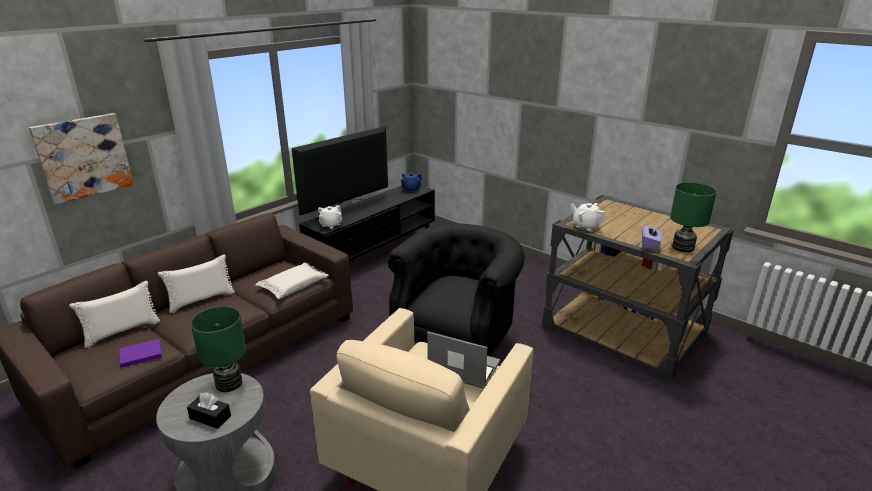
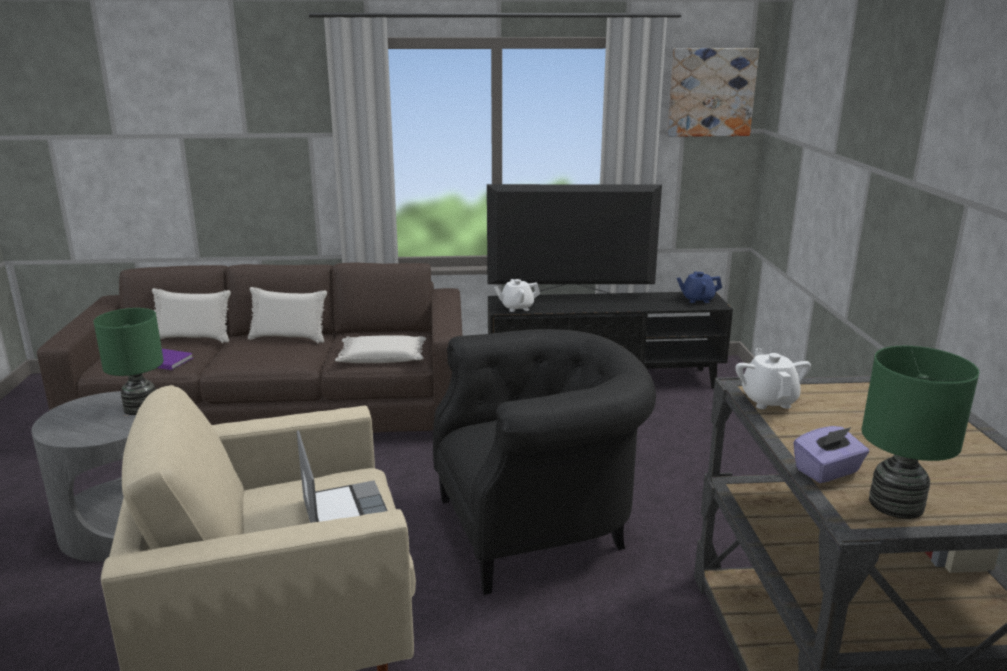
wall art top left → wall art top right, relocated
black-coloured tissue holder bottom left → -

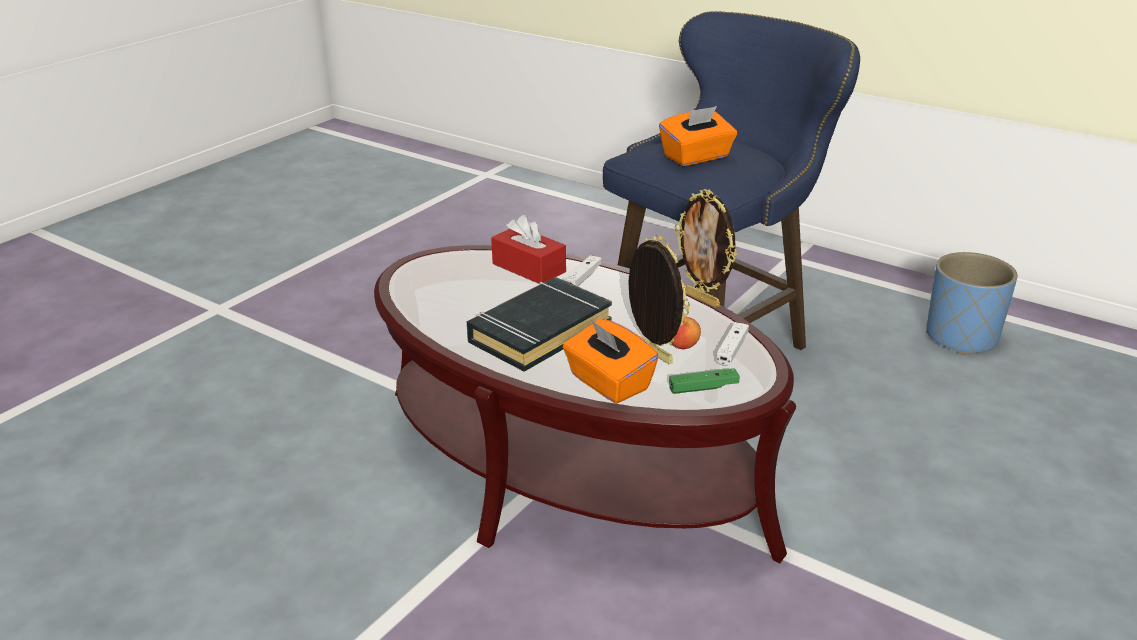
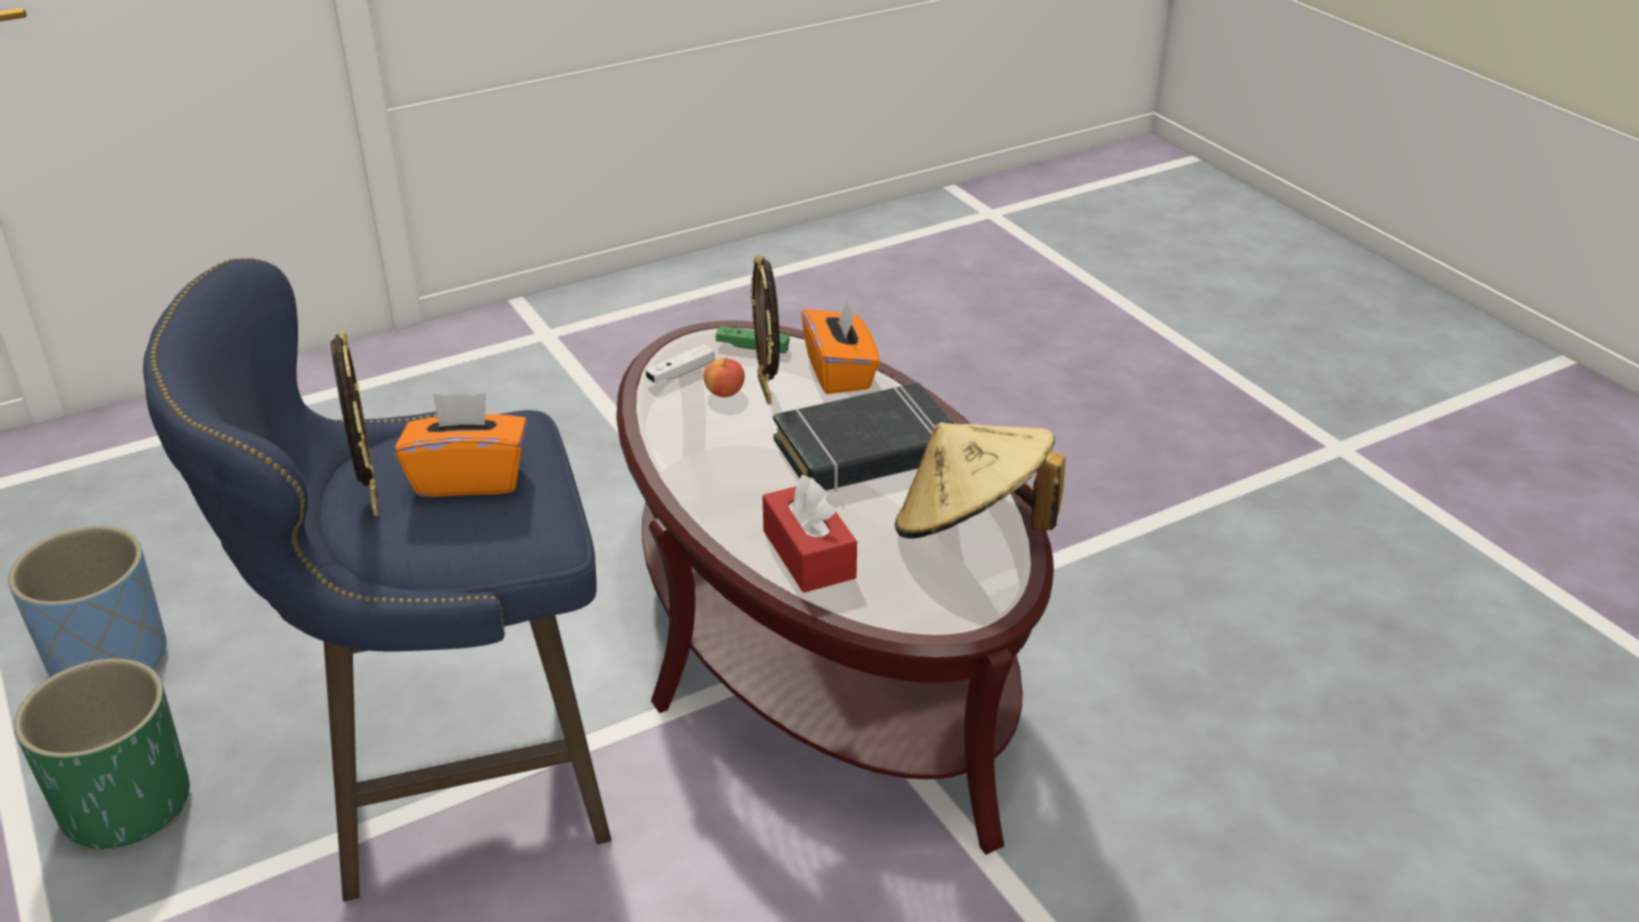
white game controller (no. 1 from left) centre → -
photo frame (no. 2 from left in the first image) centre → photo frame (no. 1 from left) middle left, relocated
- → greenish flower pot bottom left
- → beige clothing hat centre

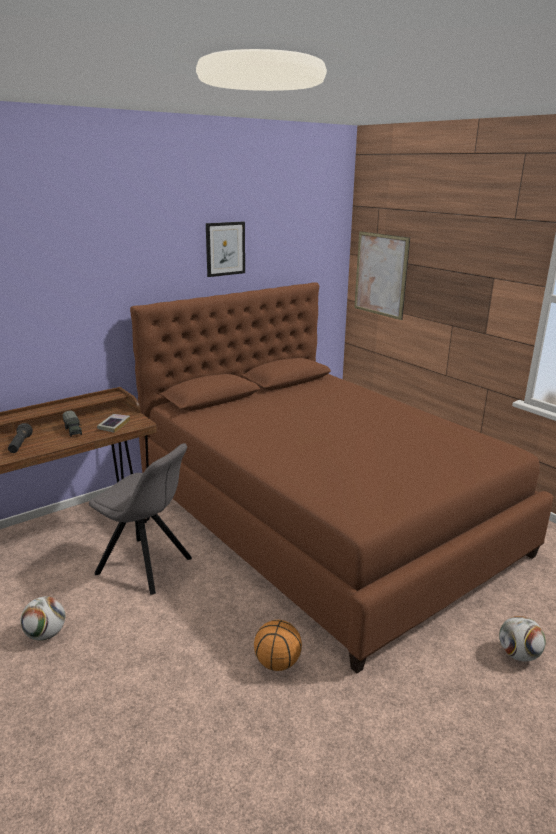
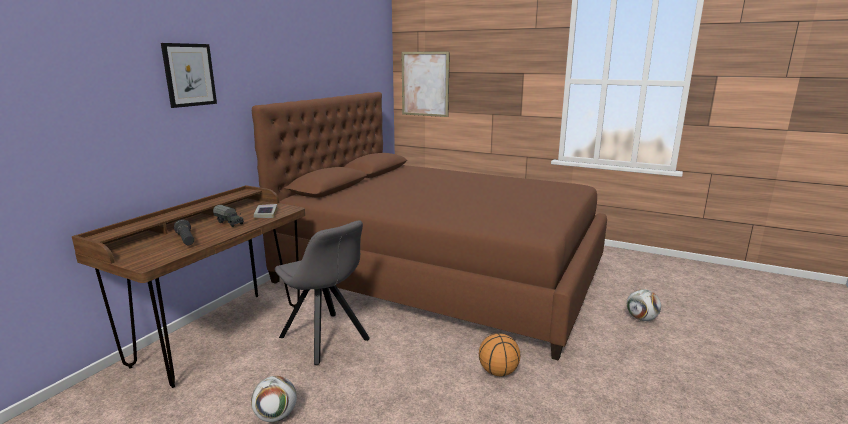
gray plain chair middle left → gray plain chair bottom centre, 45 degrees clockwise
wall art (no. 1 from left) top centre → wall art (no. 1 from left) top left, relocated

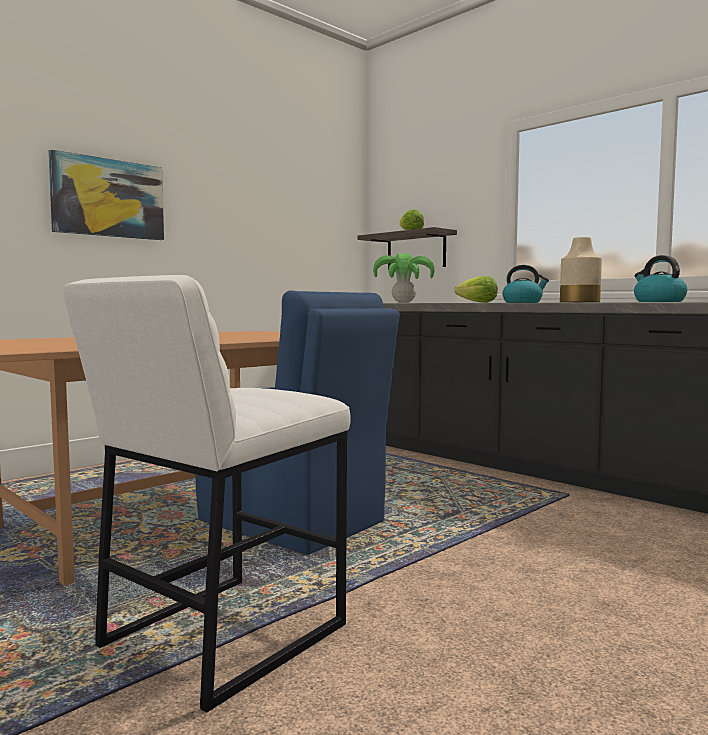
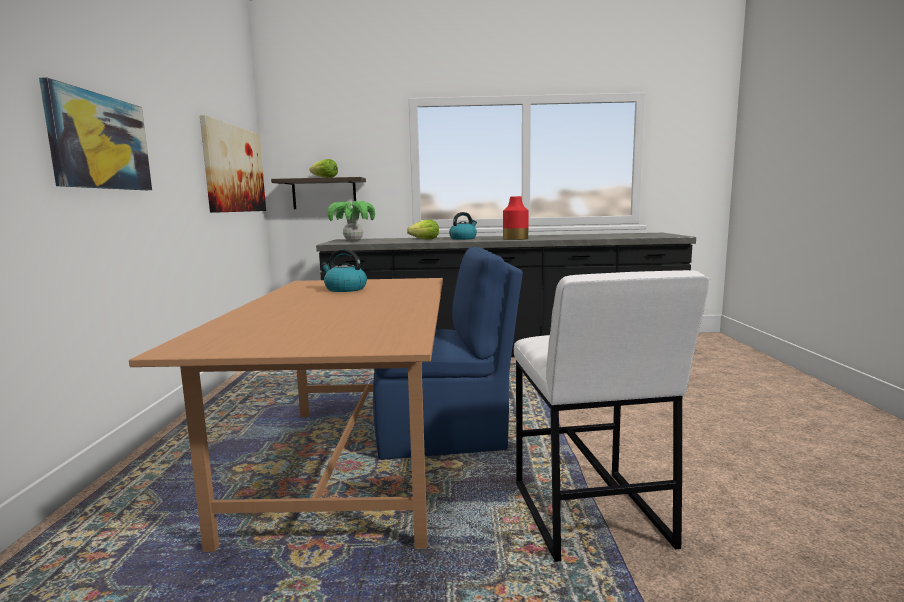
beige decorative vase middle right → reddish decorative vase centre
water kettle (no. 2 from left in the first image) middle right → water kettle (no. 1 from left) centre, relocated
- → wall art (no. 2 from left) top left

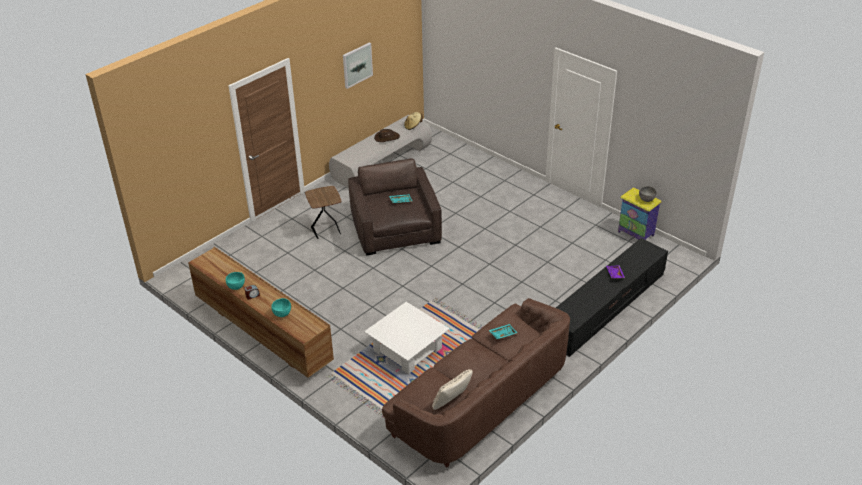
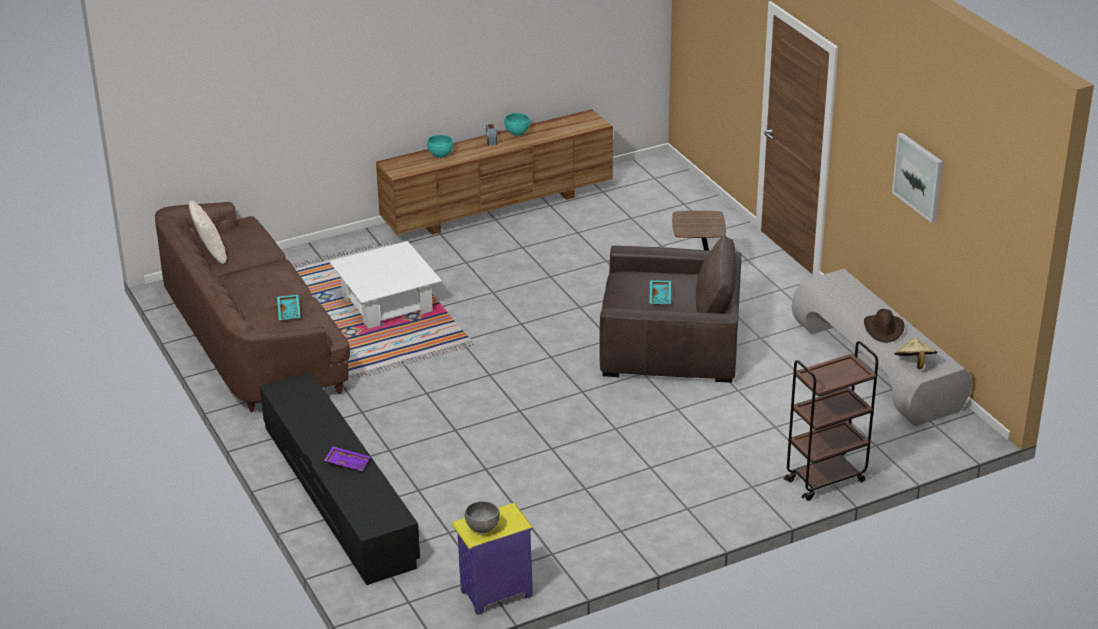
- → brown-coloured trolley bottom right

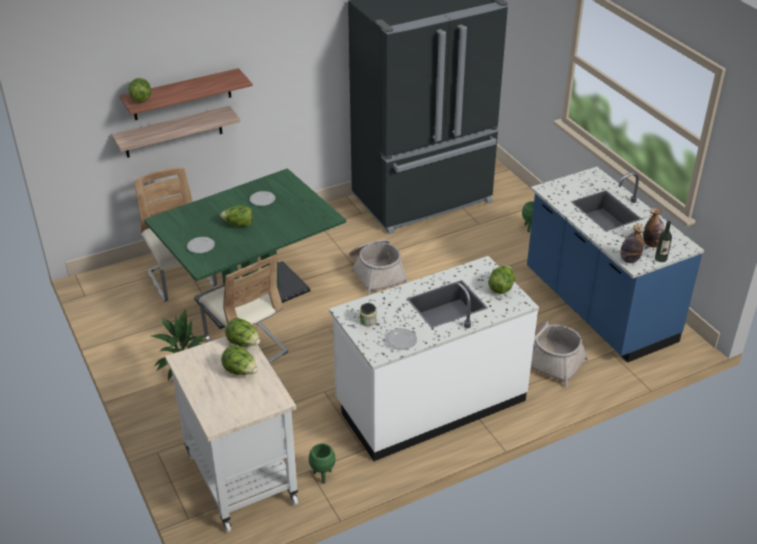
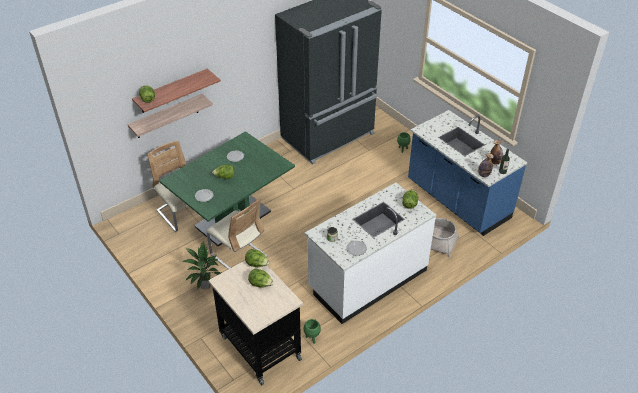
white trolley bottom left → black-coloured trolley bottom centre
household basket (no. 1 from left) centre → -

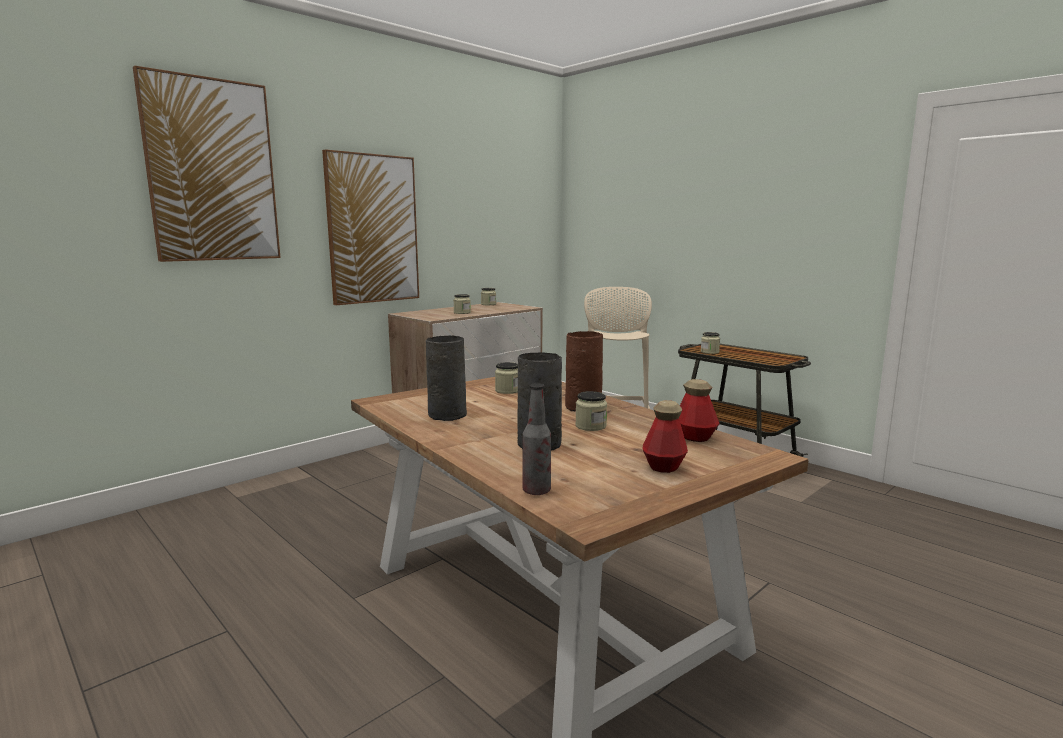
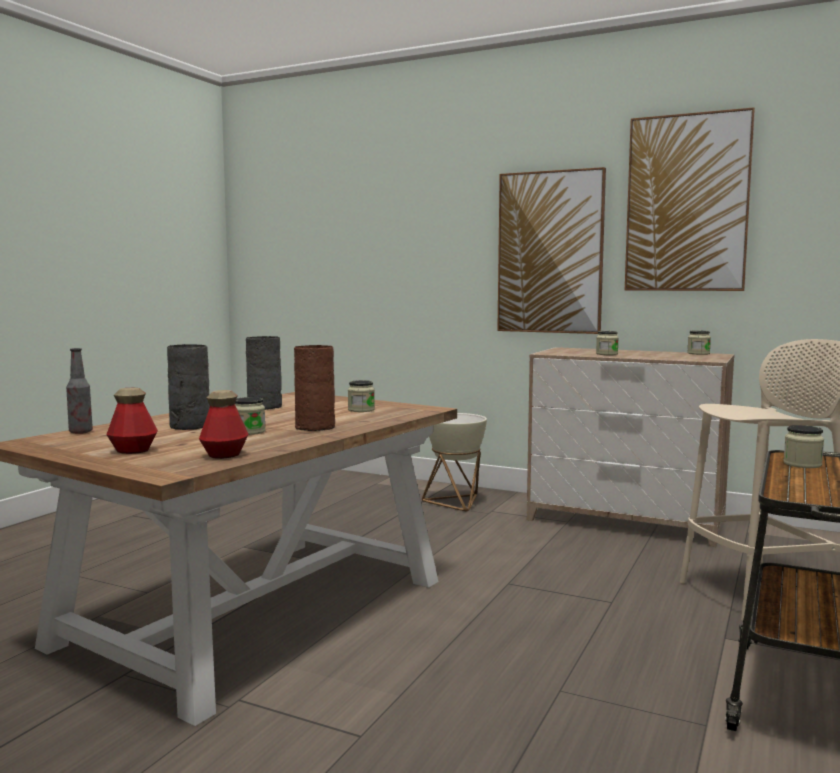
wall art (no. 1 from left in the first image) top left → wall art (no. 2 from left) top right, relocated
- → flower pot centre

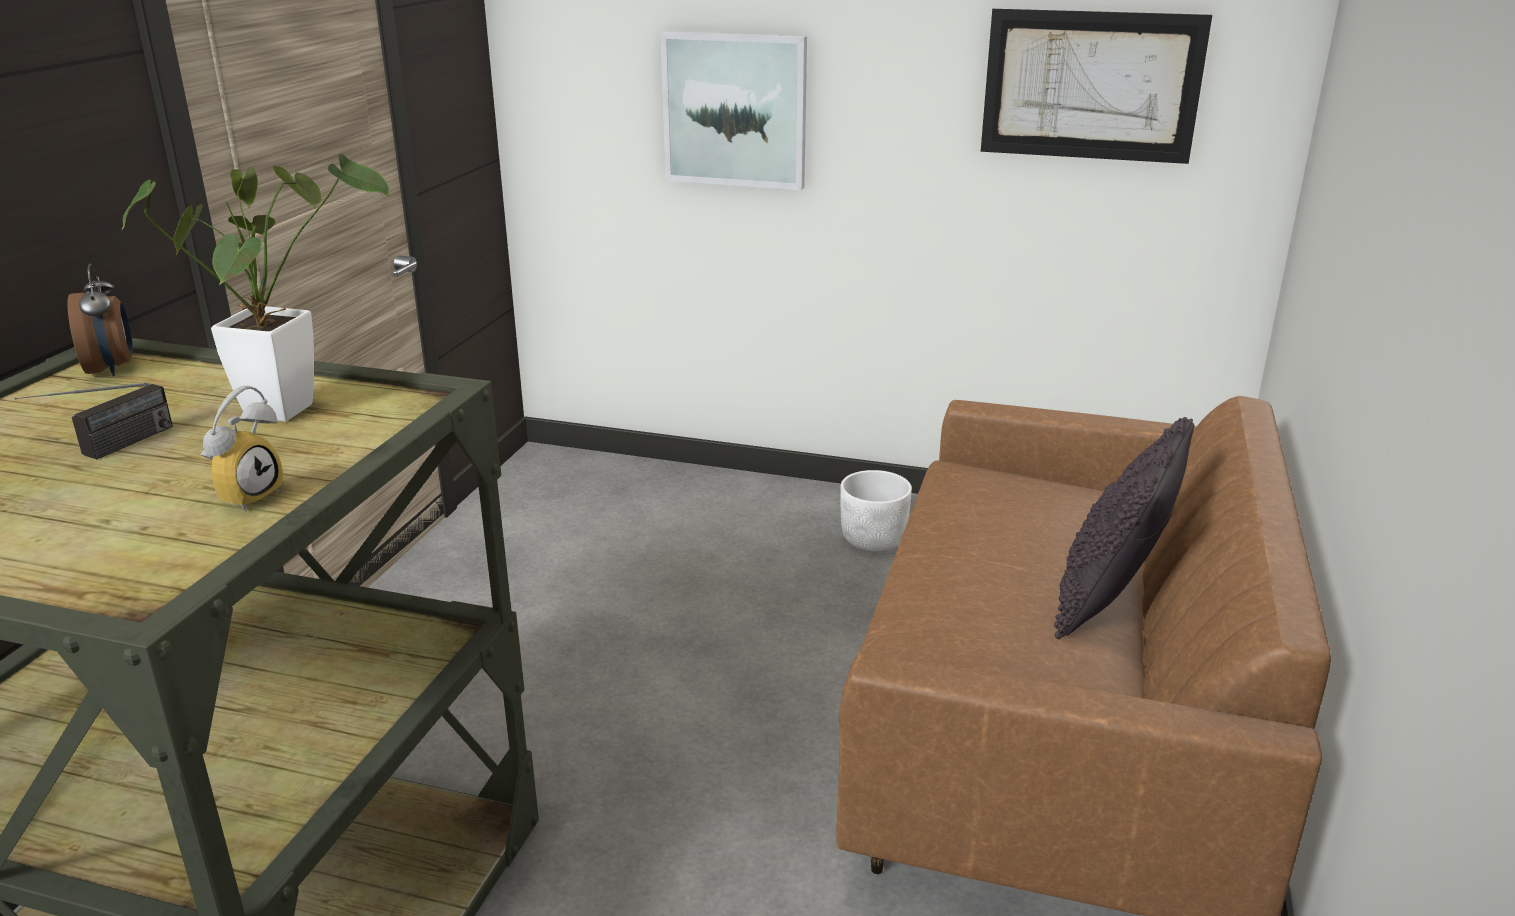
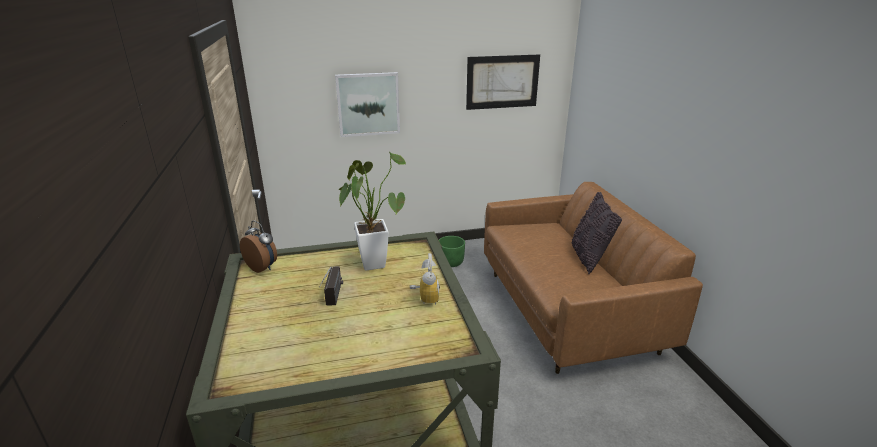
white flower pot centre → greenish flower pot centre

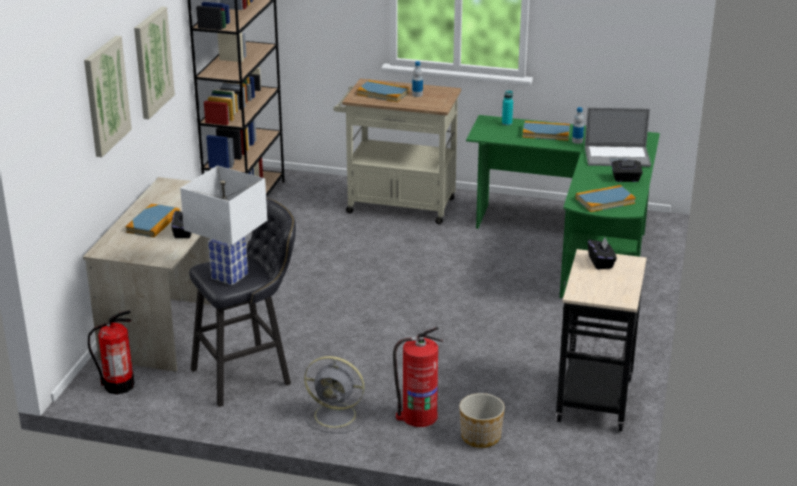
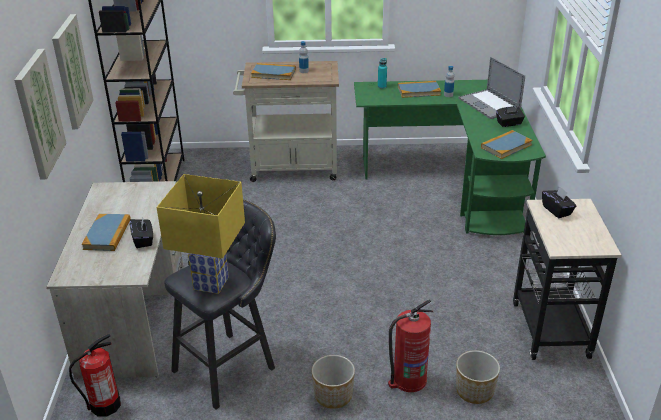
white lamp for a table middle left → yellowish lamp for a table middle left
gray electric fan bottom centre → flower pot (no. 1 from left) bottom centre
portable computer top right, 75 degrees clockwise

